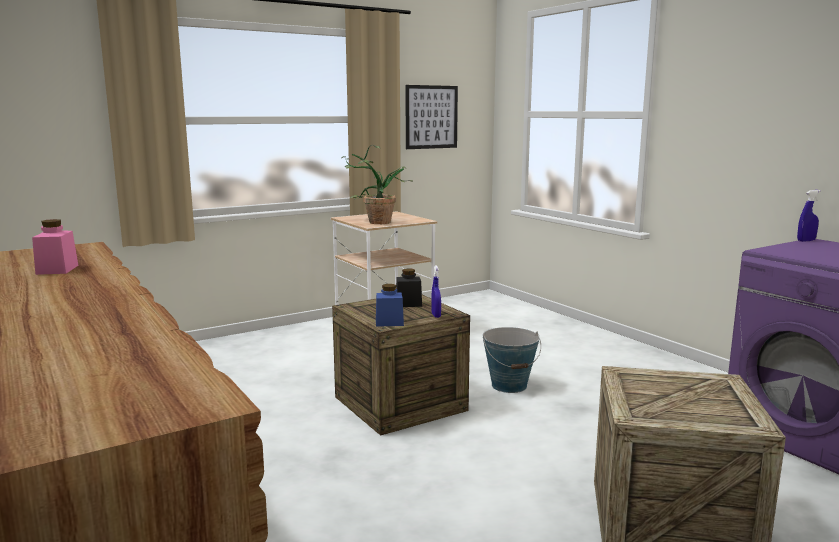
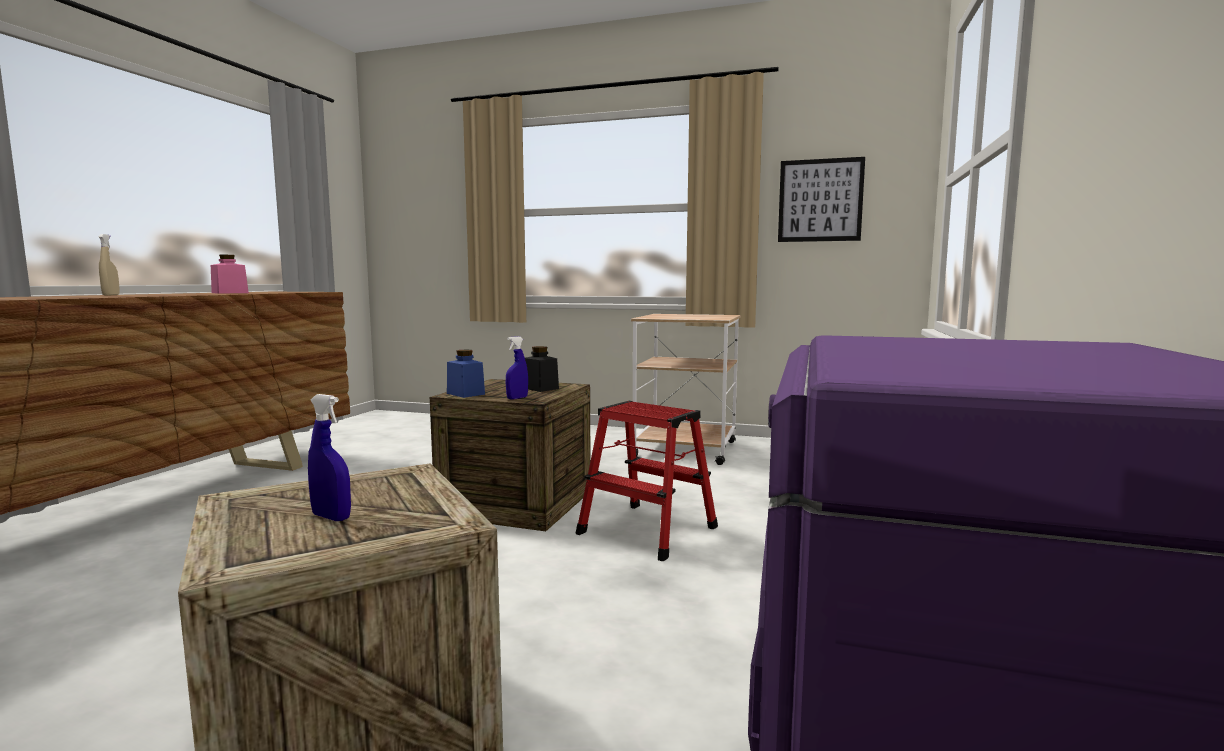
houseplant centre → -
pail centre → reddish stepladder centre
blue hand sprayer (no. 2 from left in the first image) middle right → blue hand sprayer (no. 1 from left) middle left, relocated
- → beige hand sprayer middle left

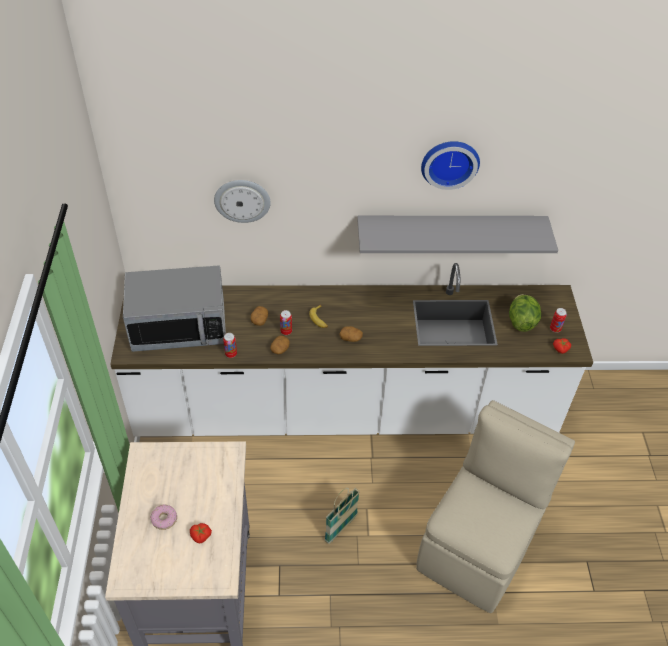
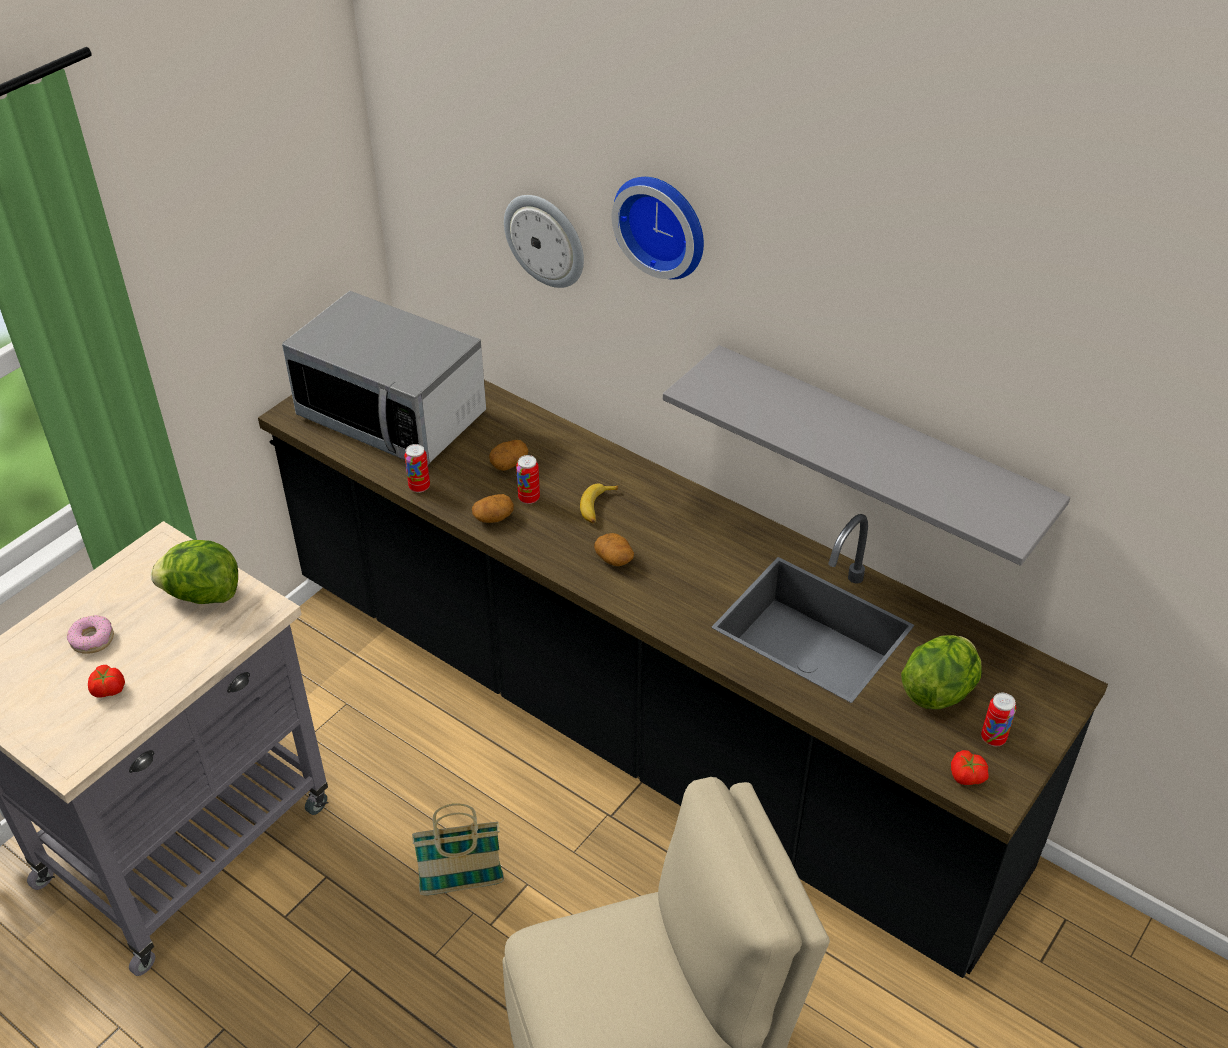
white kitchen base unit centre → black-coloured kitchen base unit centre
hanging clock (no. 2 from left) top right → hanging clock (no. 2 from left) top centre, relocated
- → lettuce (no. 1 from left) middle left

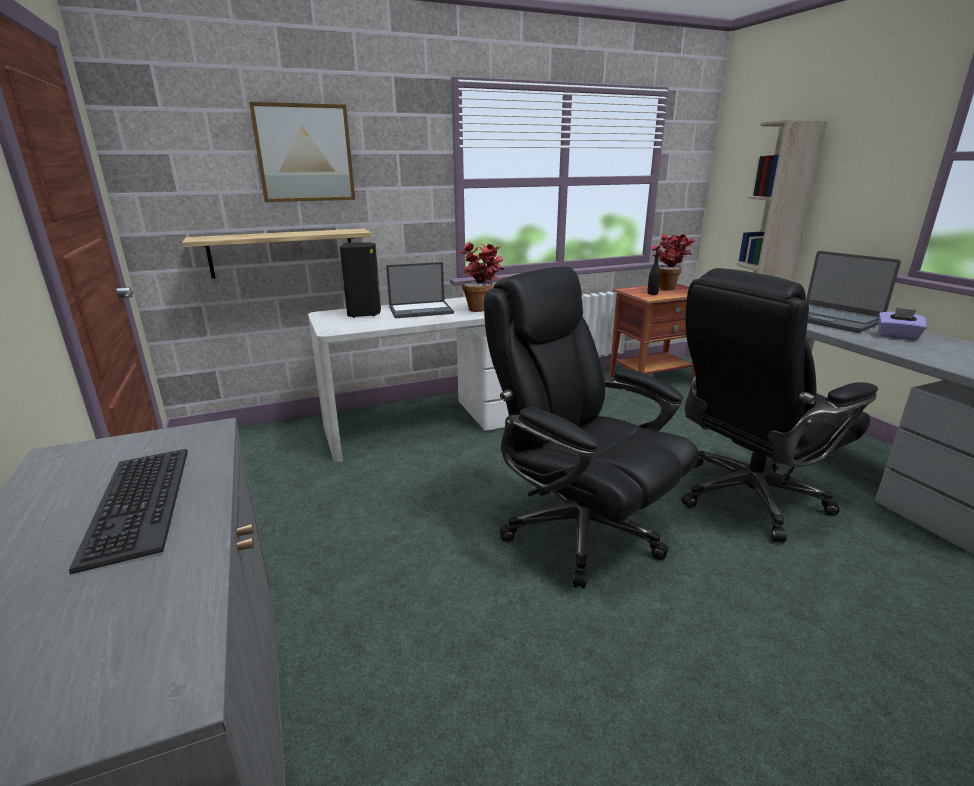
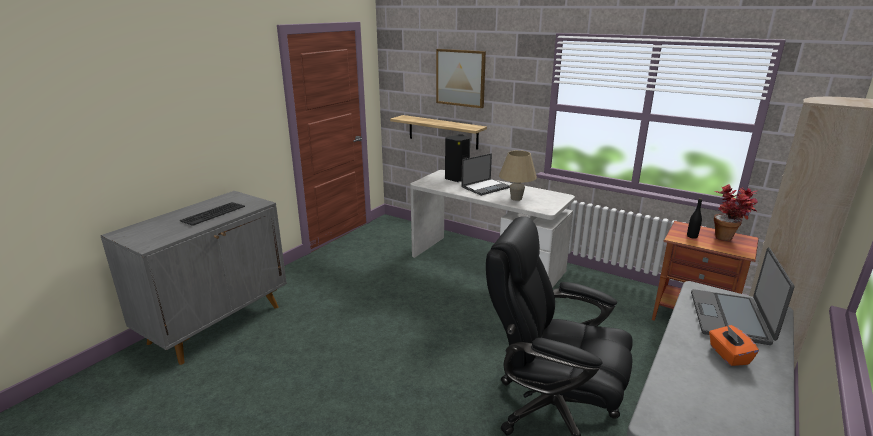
portable computer (no. 1 from left) centre, 75 degrees counterclockwise
houseplant (no. 1 from left) centre → beige lamp for a table centre
black-coloured office chair (no. 1 from left) centre → -
purplish tissue holder middle right → orange-coloured tissue holder bottom right

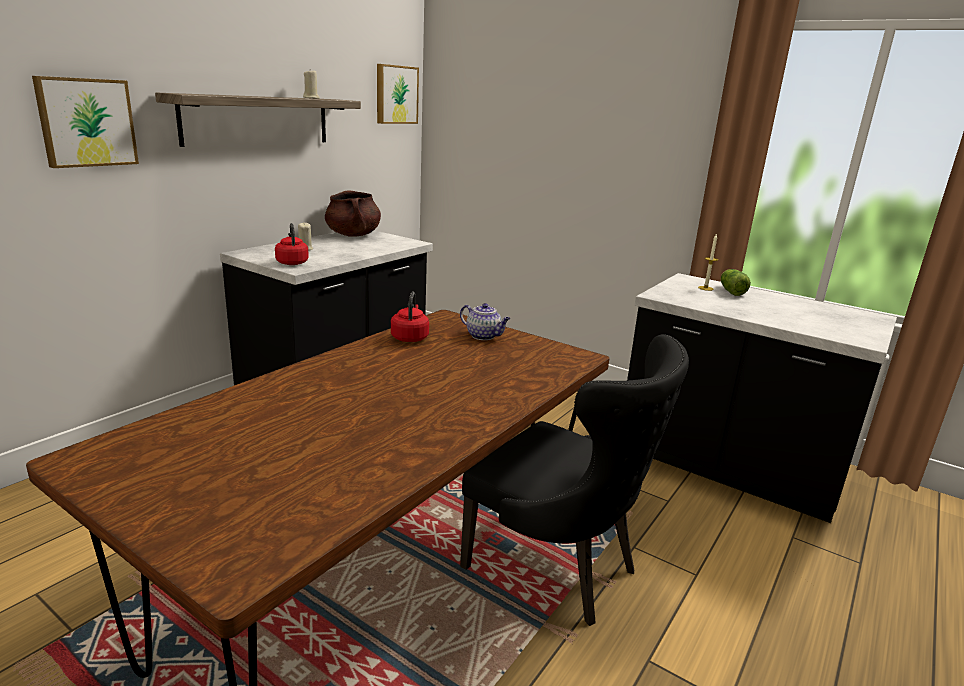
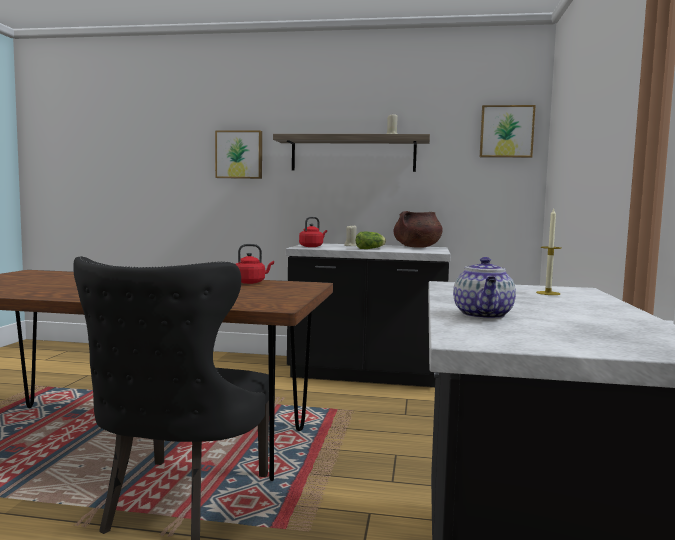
pot for tea centre → pot for tea middle right, relocated
lettuce middle right → lettuce centre, relocated

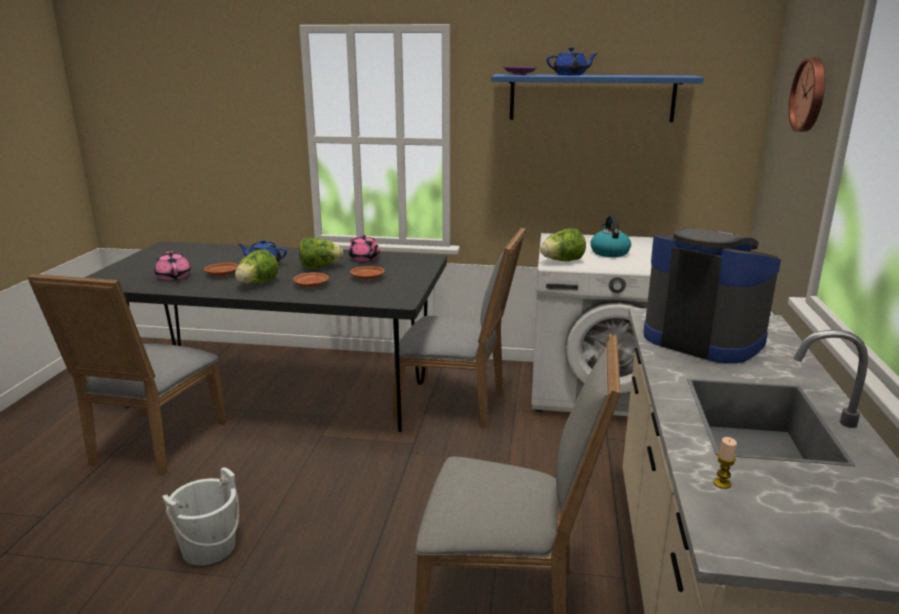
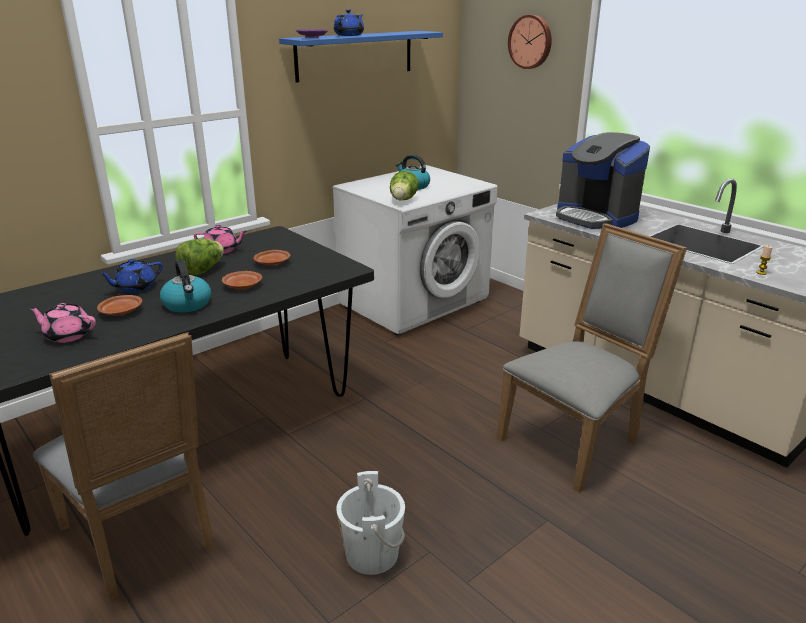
lettuce (no. 1 from left) middle left → water kettle (no. 1 from left) middle left
gray plain chair (no. 2 from left) centre → -
coffee maker middle right → coffee maker top right, 120 degrees counterclockwise

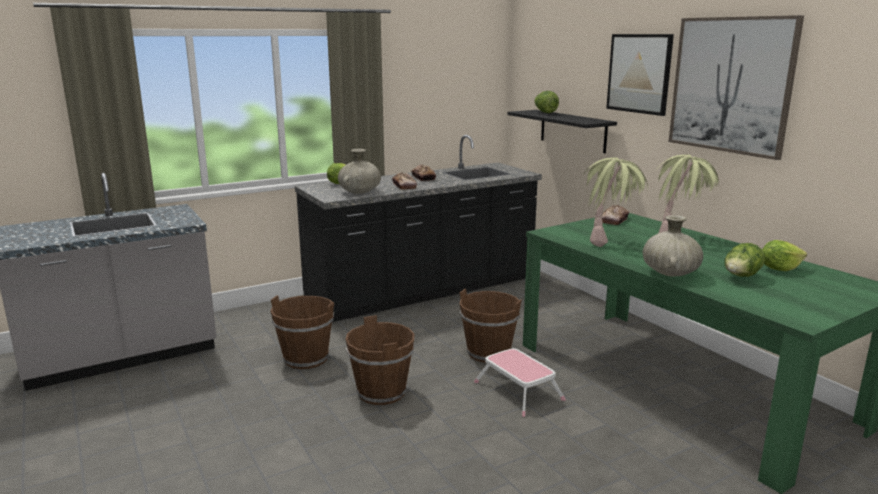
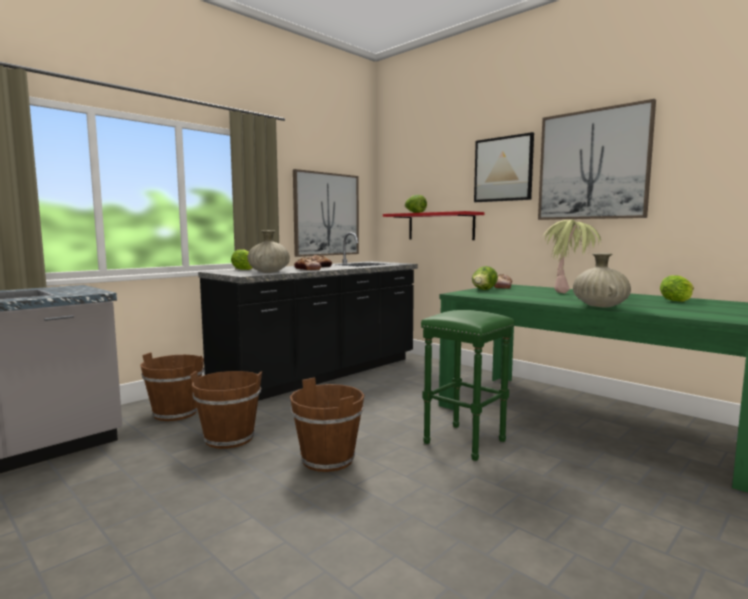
brown-coloured pail (no. 3 from left in the first image) centre → brown-coloured pail (no. 1 from left) middle left, relocated
pink stepladder bottom centre → greenish sitting stool centre
black-coloured bracket shelf top centre → reddish bracket shelf centre
houseplant (no. 1 from left) middle right → -
lettuce (no. 3 from left) middle right → lettuce (no. 3 from left) centre, relocated
- → wall art (no. 1 from left) centre

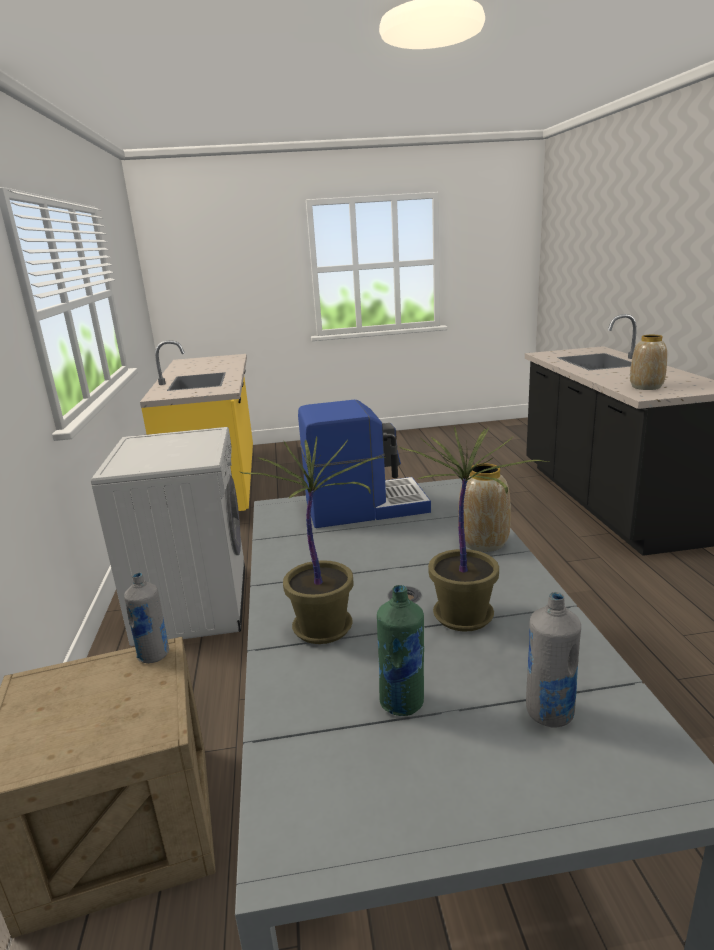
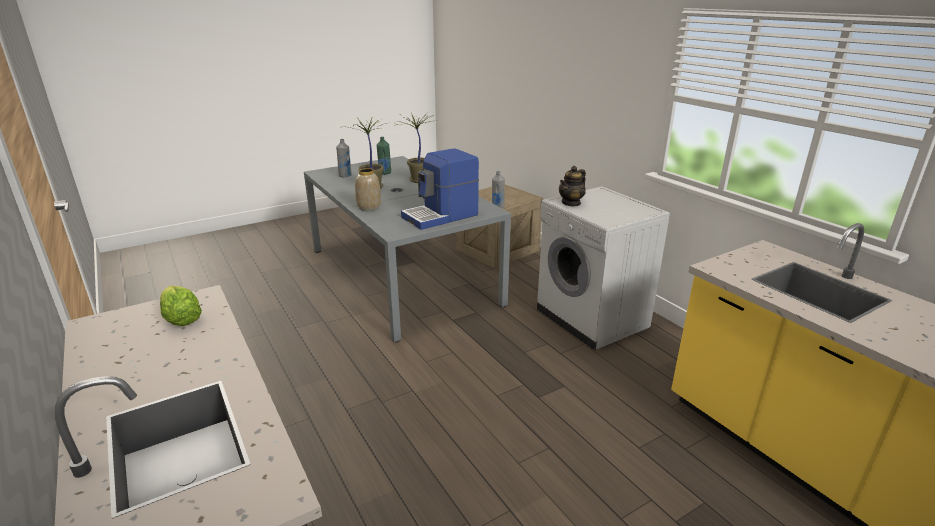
decorative vase (no. 2 from left) middle right → lettuce middle left
- → pot for tea centre

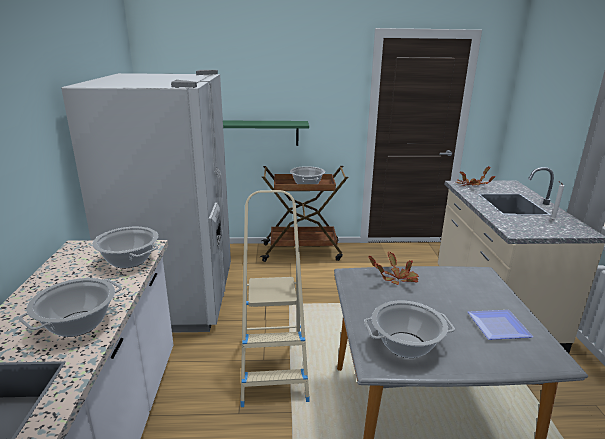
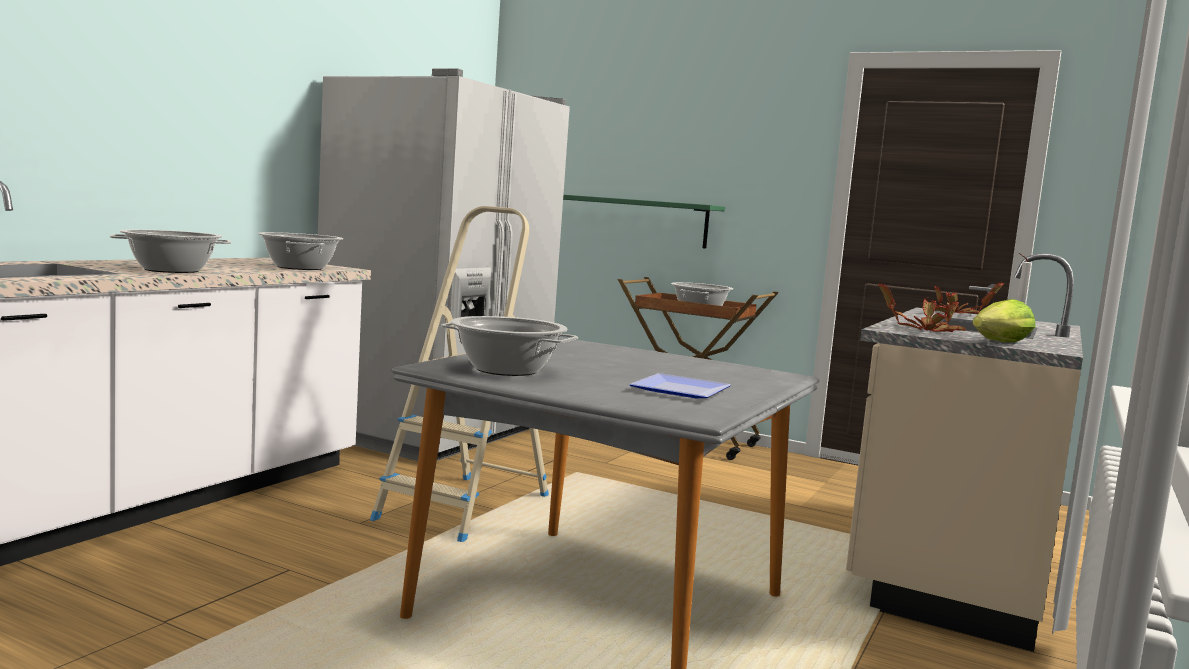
houseplant (no. 1 from left) centre → houseplant (no. 1 from left) middle right, relocated
- → lettuce middle right

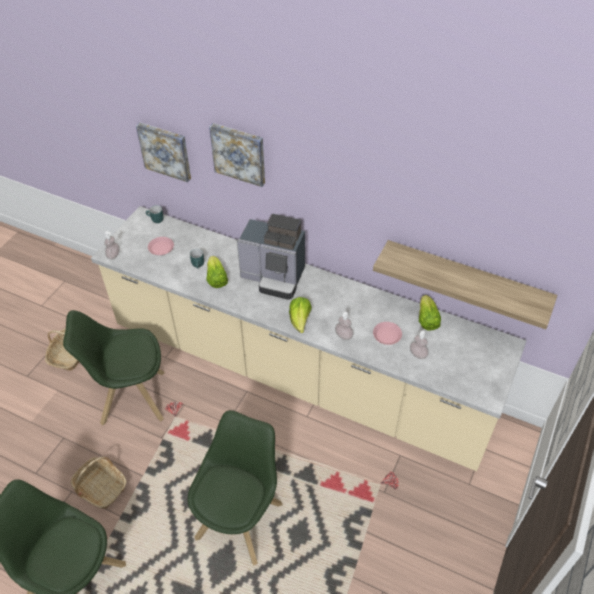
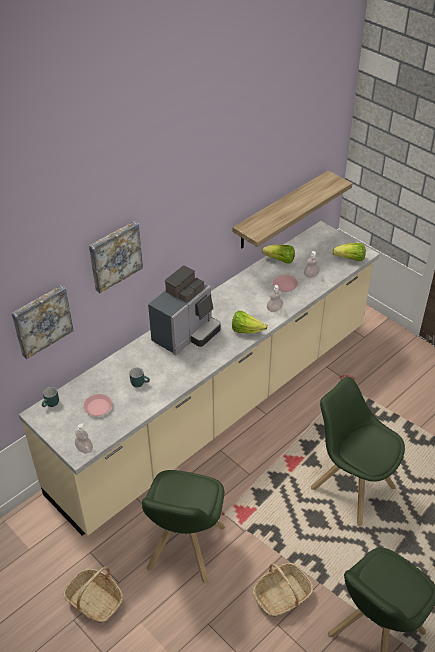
lettuce (no. 1 from left in the first image) centre → lettuce (no. 3 from left) middle right, relocated

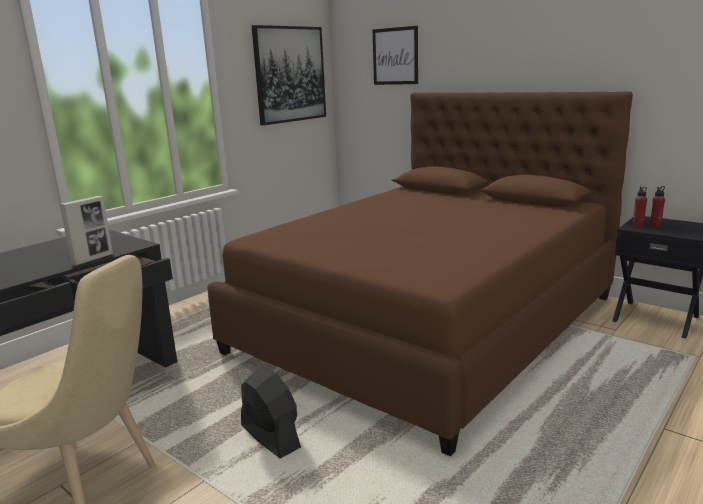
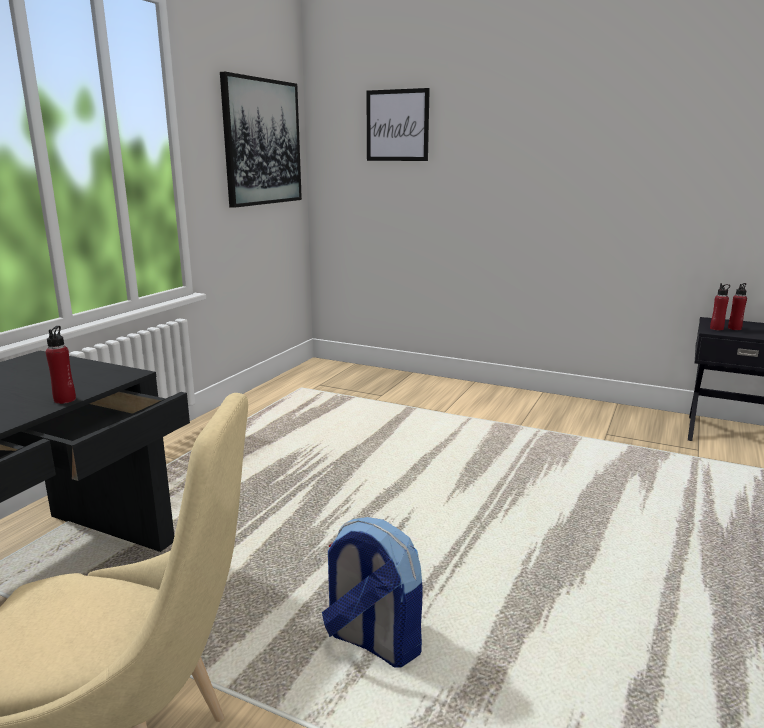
photo frame middle left → reddish drink bottle (no. 1 from left) middle left
brown-coloured bedroom bed centre → -
black-coloured electric fan bottom centre → rucksack bottom centre

